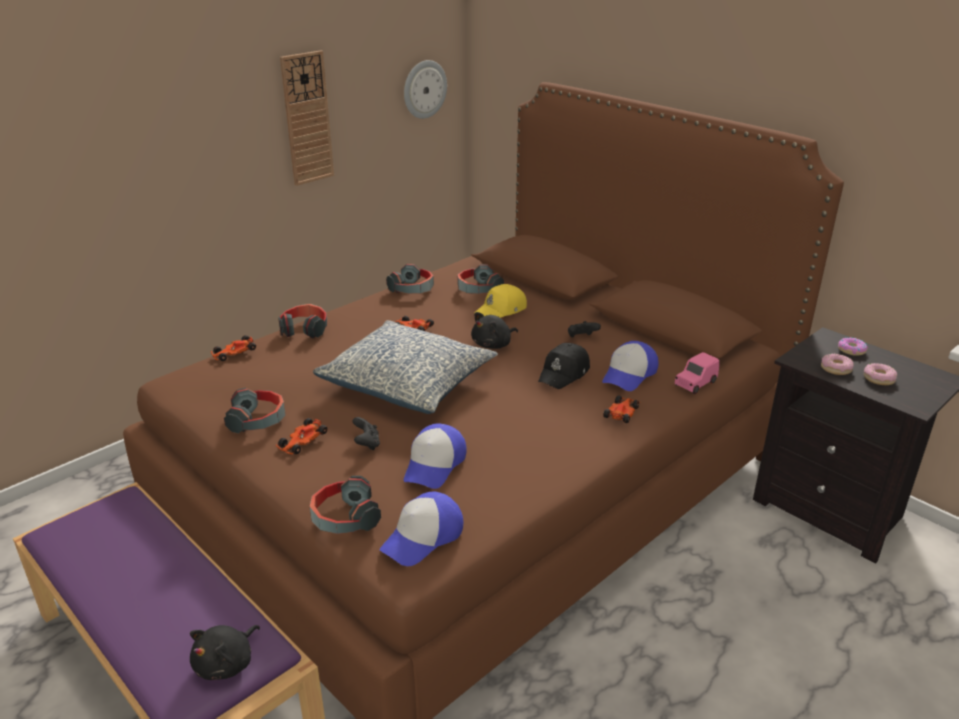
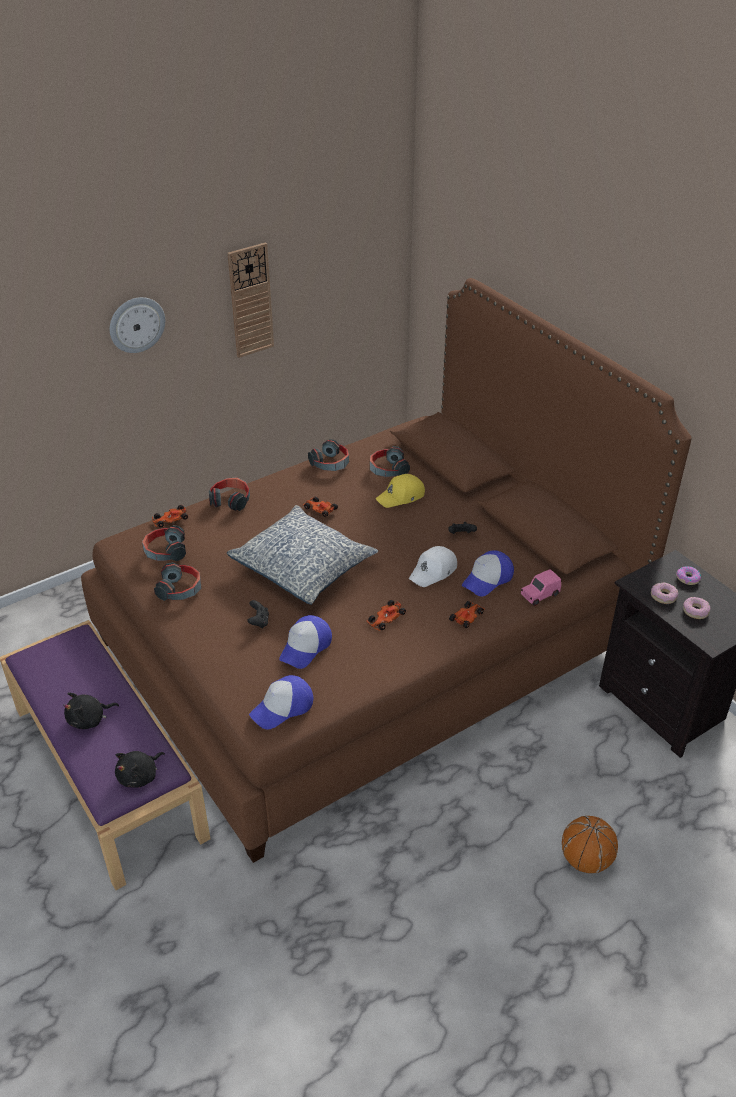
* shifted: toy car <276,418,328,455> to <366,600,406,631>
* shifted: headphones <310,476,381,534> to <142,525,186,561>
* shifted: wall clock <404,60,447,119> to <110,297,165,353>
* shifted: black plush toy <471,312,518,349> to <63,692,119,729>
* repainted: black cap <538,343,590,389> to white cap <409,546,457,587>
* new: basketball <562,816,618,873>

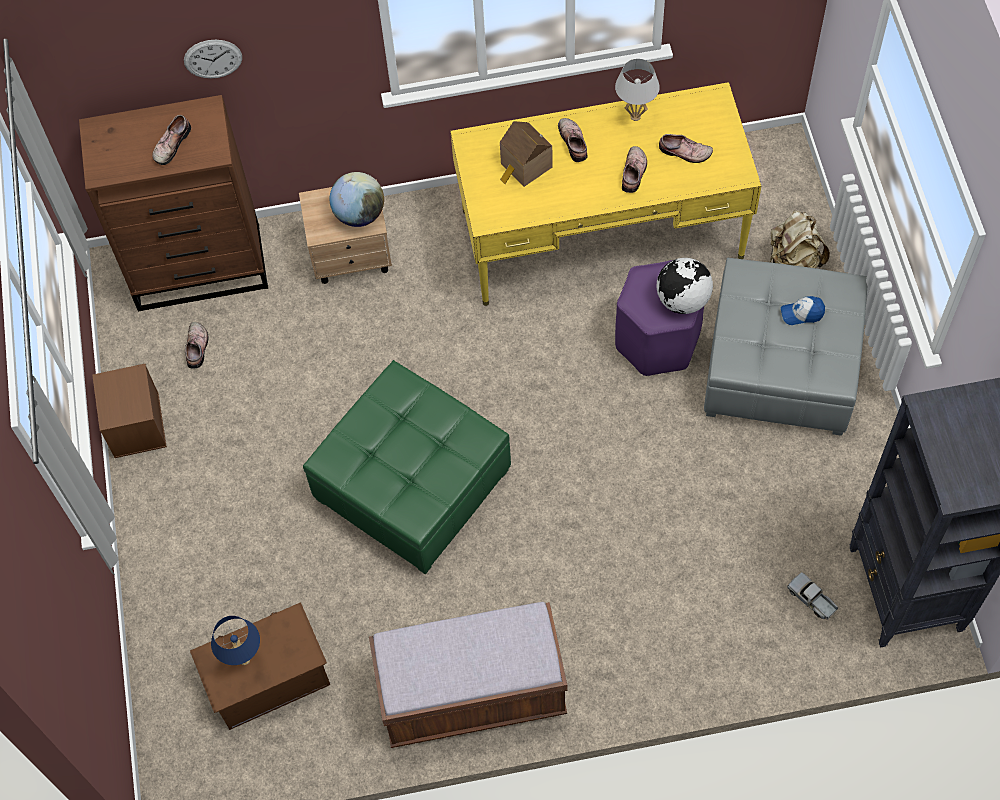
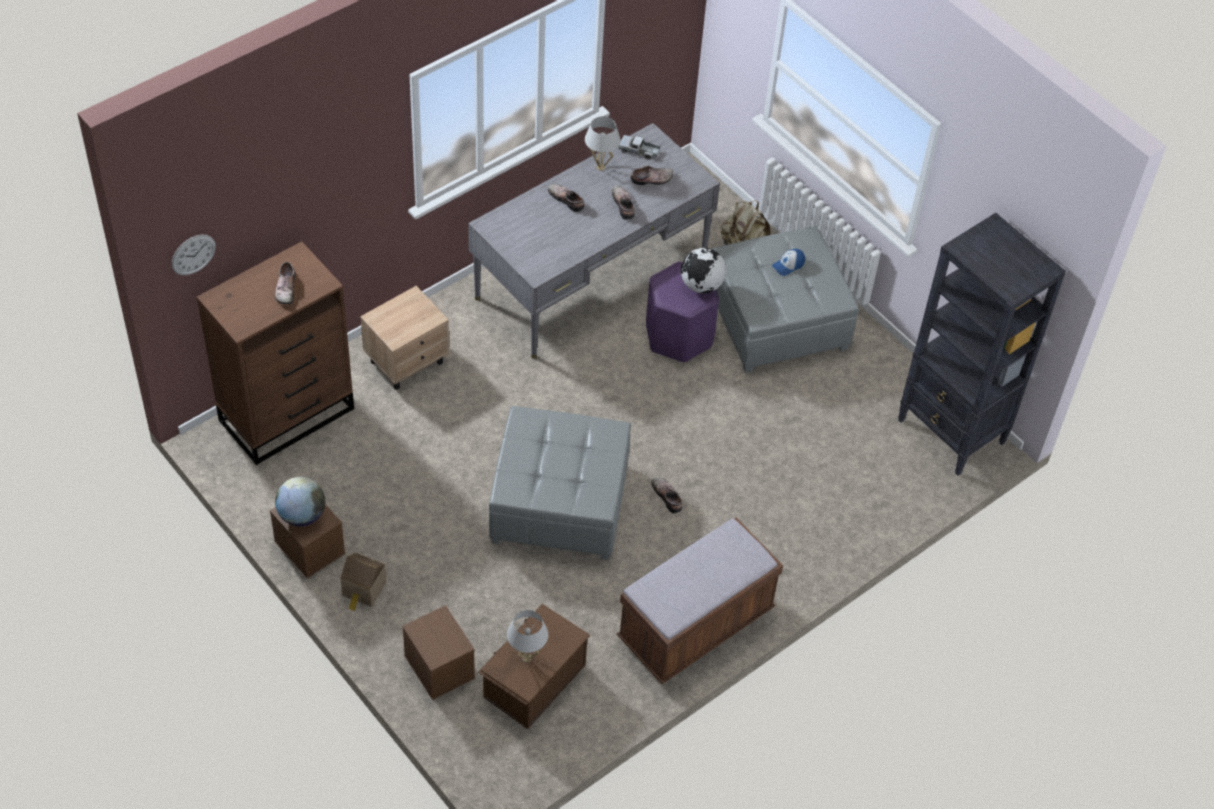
* shifted: wall clock <184,40,242,78> to <172,235,216,275>
* shifted: shoe <185,322,209,368> to <651,477,682,513>
* repainted: blue table lamp <211,616,260,665> to white table lamp <507,610,548,662>
* repainted: green ottoman <303,360,511,575> to grey ottoman <489,406,631,560>
* shifted: globe <330,172,384,227> to <275,477,325,526>
* repainted: yellow desk <450,82,761,306> to grey desk <468,123,720,359>
* shifted: toy house <500,121,553,187> to <340,553,386,611>
* shifted: toy truck <787,572,838,619> to <619,135,660,160>
* new: brown storage box <402,605,475,700>

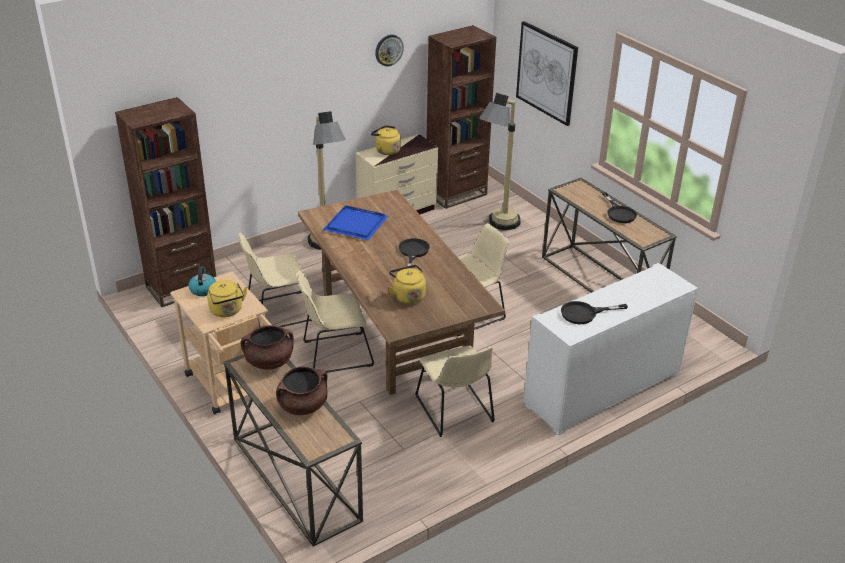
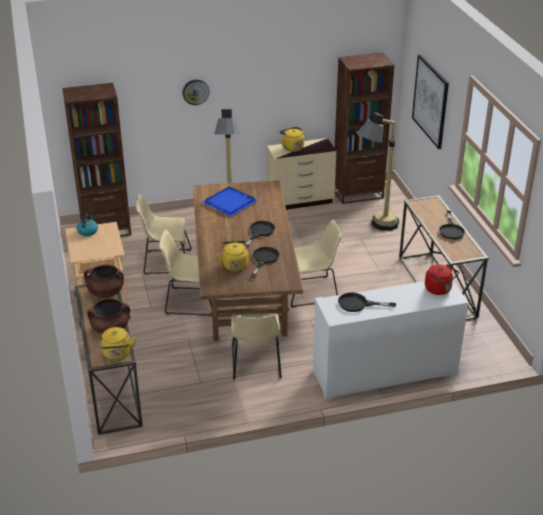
* shifted: yellow kettle <207,280,247,317> to <100,327,137,360>
* shifted: wall clock <375,34,404,66> to <182,79,210,105>
* new: black frying pan <251,247,280,278>
* new: red kettle <425,264,459,295>

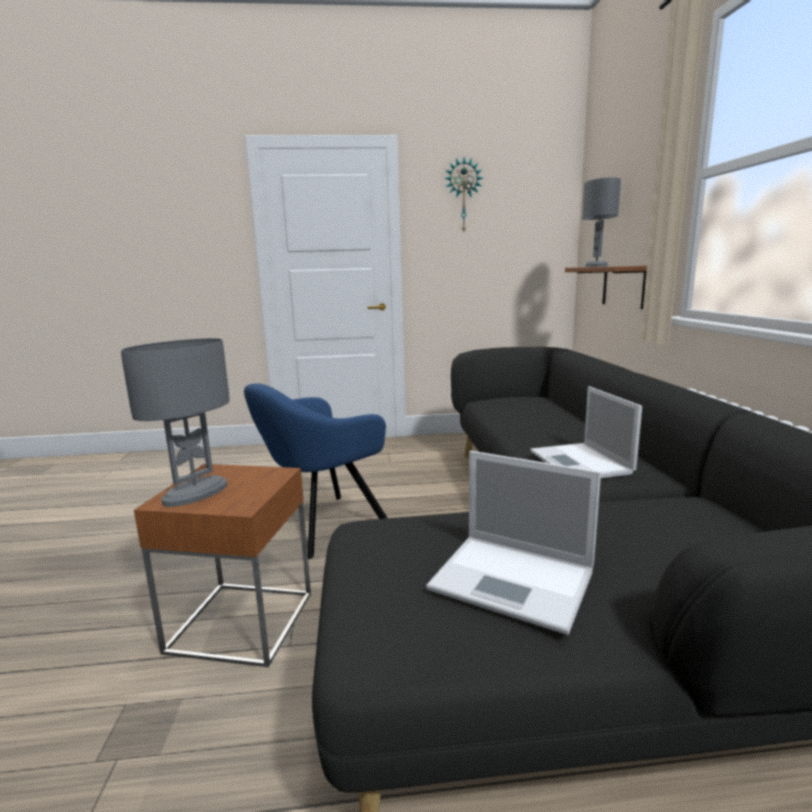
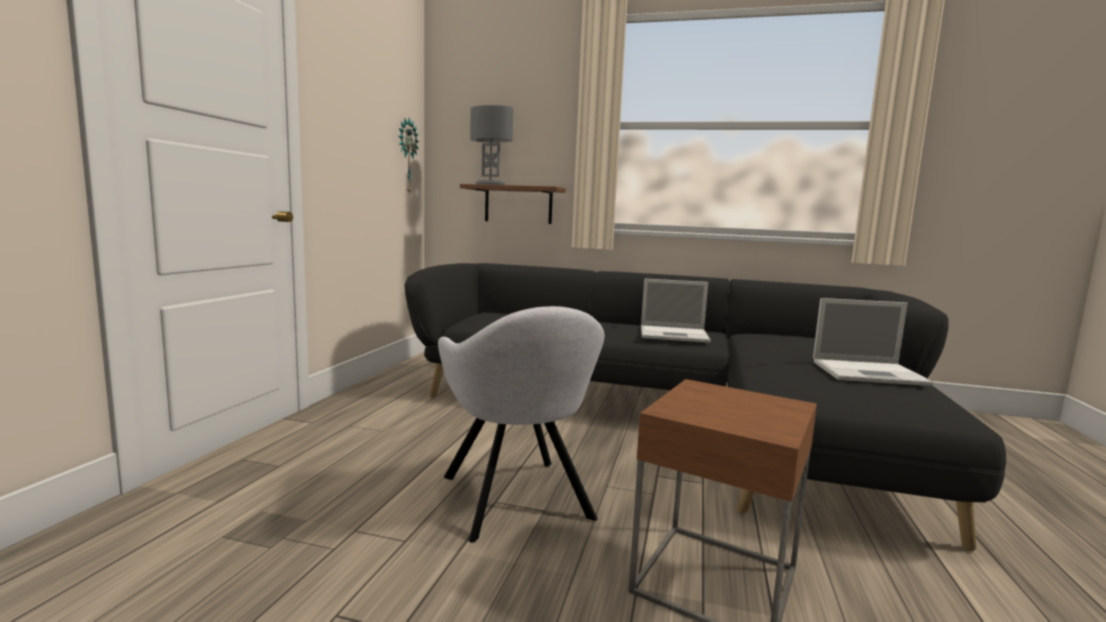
* gone: grey table lamp <121,338,230,507>
* repainted: blue armchair <244,383,387,559> to grey armchair <438,306,605,543>
* rotated: laptop <426,451,601,635> = <813,298,934,386> 45 degrees clockwise
* shifted: wall clock <444,157,483,232> to <399,118,419,194>

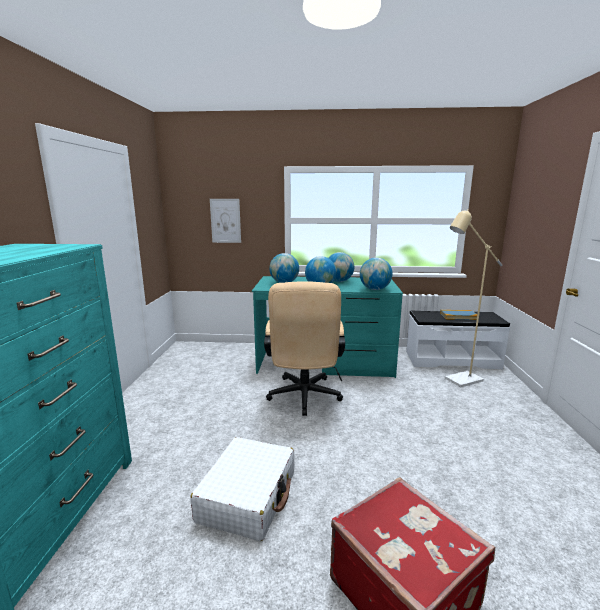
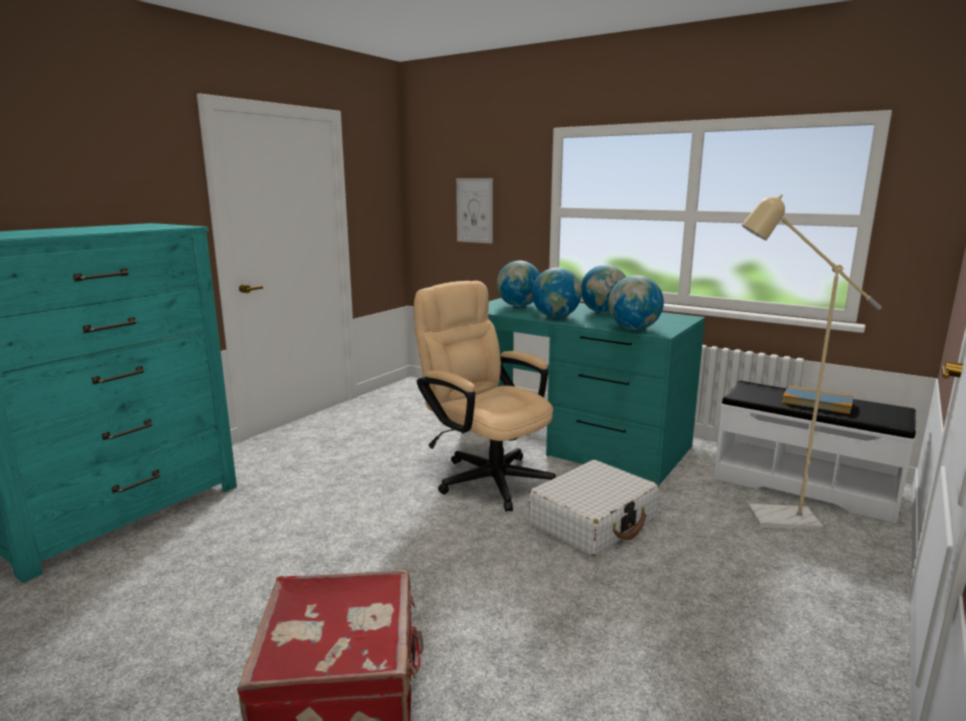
* shifted: white suitcase <190,437,294,541> to <529,460,659,556>
* rotated: beige office chair <264,281,345,416> = <414,281,556,511> 105 degrees clockwise

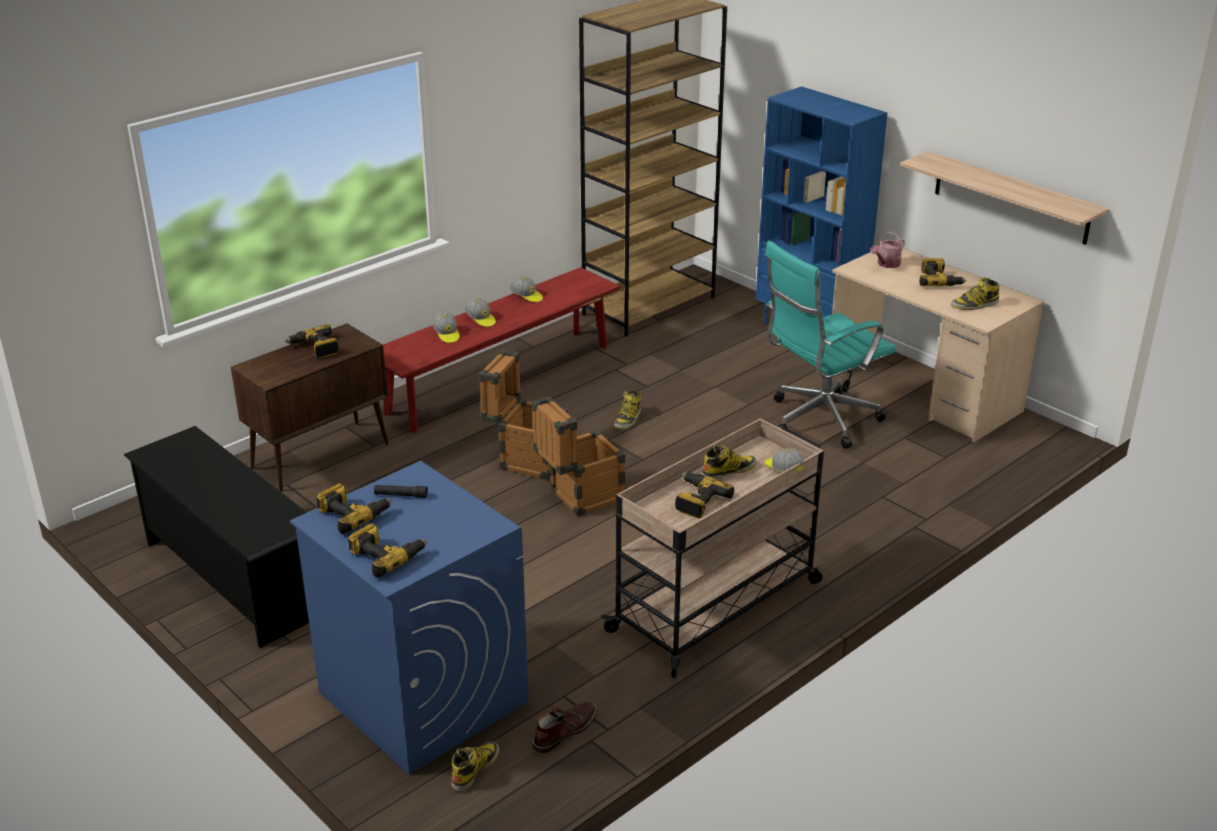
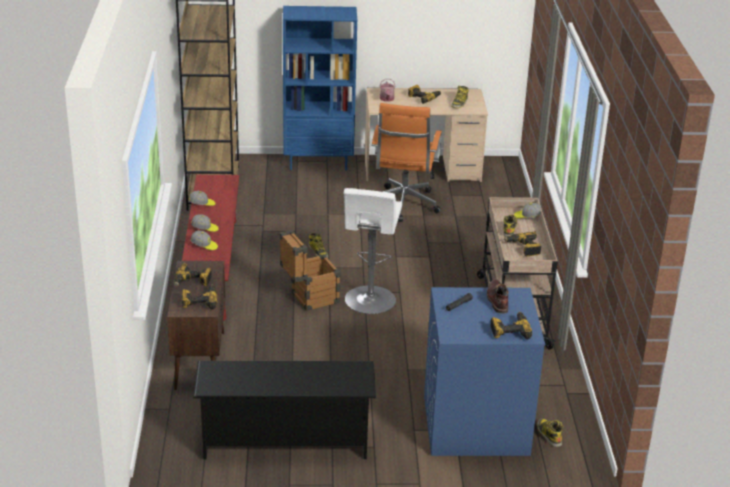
* shifted: power drill <316,483,391,534> to <182,285,217,309>
* swapped: crate <532,396,625,516> to white stool <344,188,402,314>
* shifted: brown boot <532,701,597,753> to <487,279,508,313>
* repainted: turquoise office chair <765,240,896,449> to orange office chair <371,103,442,222>
* gone: shelf <900,151,1109,245>

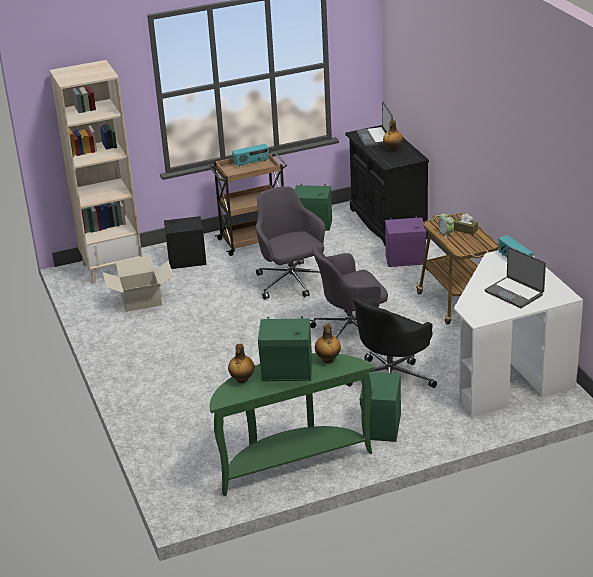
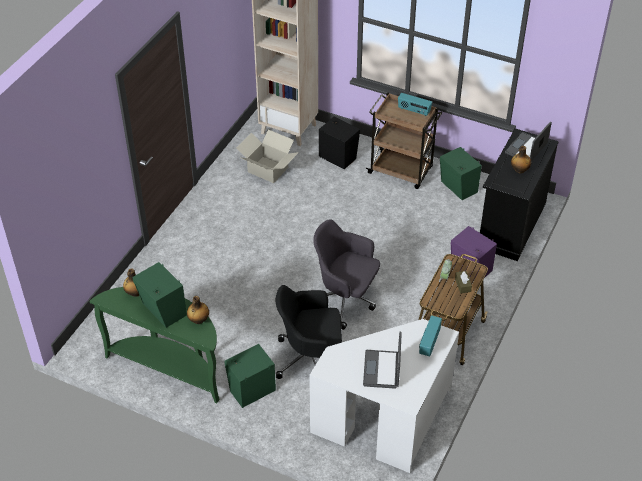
* gone: grey office chair <256,186,325,300>

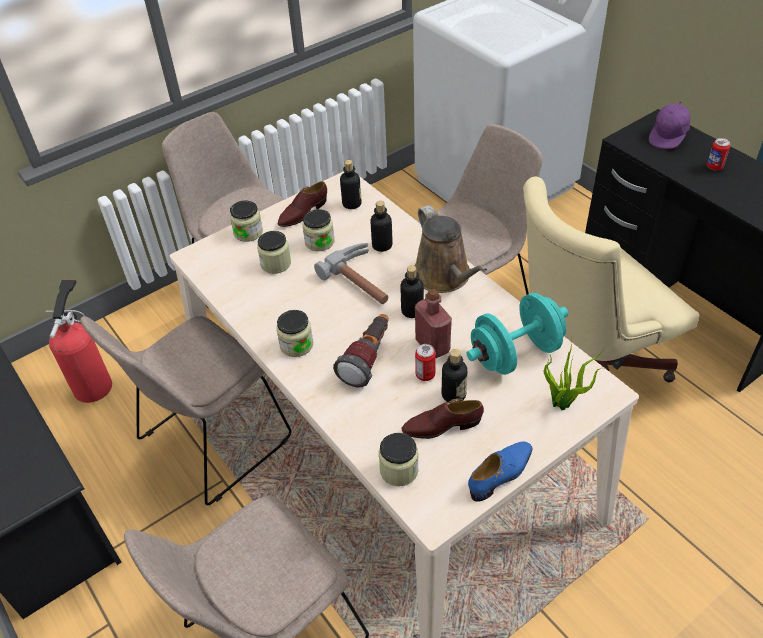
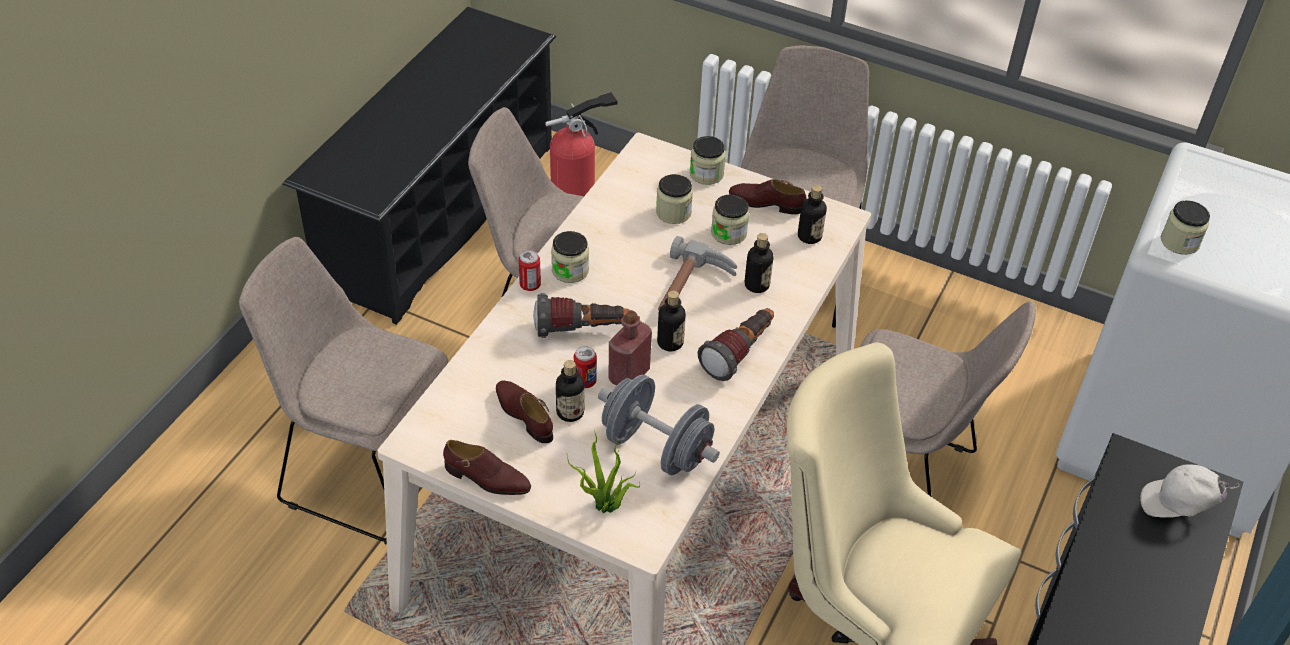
* shifted: jar <379,433,419,486> to <1161,200,1210,255>
* swapped: brown watering can <415,205,487,293> to flashlight <698,308,774,381>
* repainted: turquoise dumbbell <466,293,568,375> to grey dumbbell <598,375,720,475>
* repainted: blue shoe <468,441,533,502> to brown shoe <443,440,531,495>
* repainted: purple cap <649,101,690,149> to white cap <1140,464,1239,518>
* shifted: can <707,138,730,170> to <518,250,541,291>

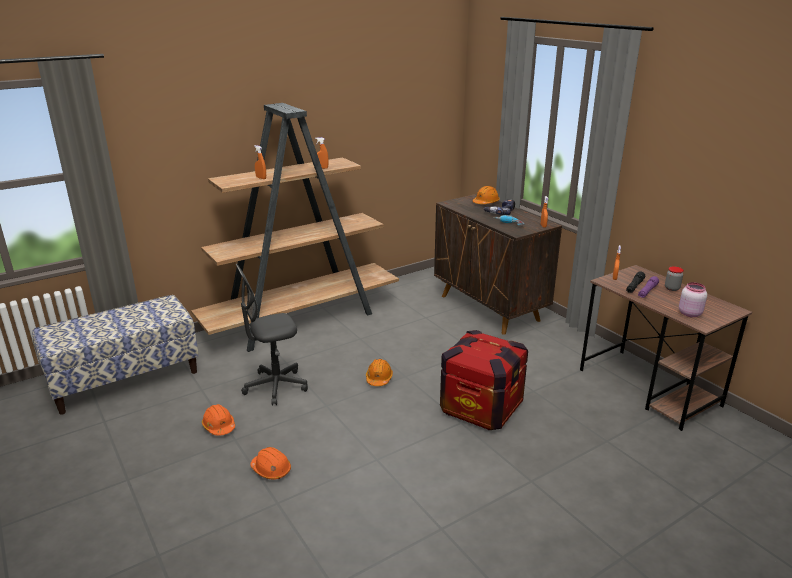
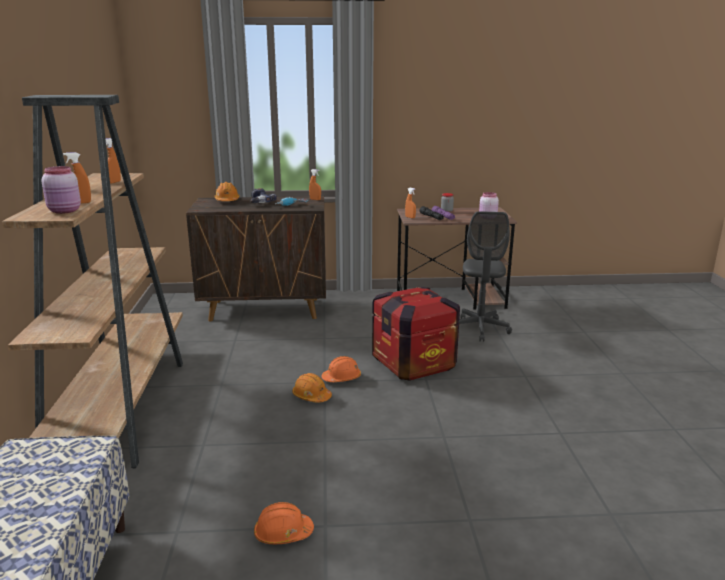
* shifted: grey office chair <236,264,308,406> to <459,211,512,342>
* shifted: orange hard hat <250,447,291,479> to <322,356,361,382>
* new: pink jar <42,166,81,214>

